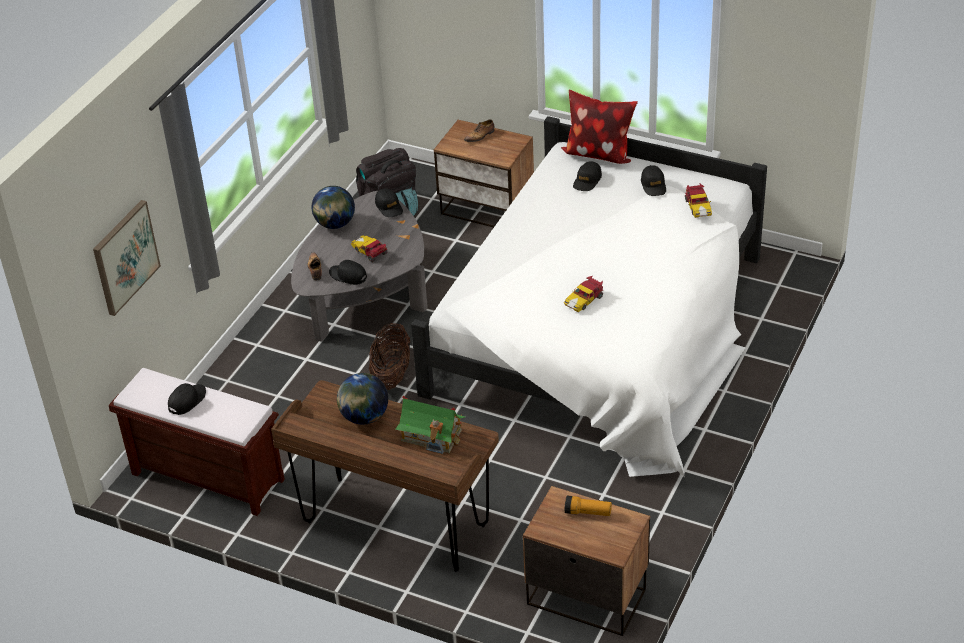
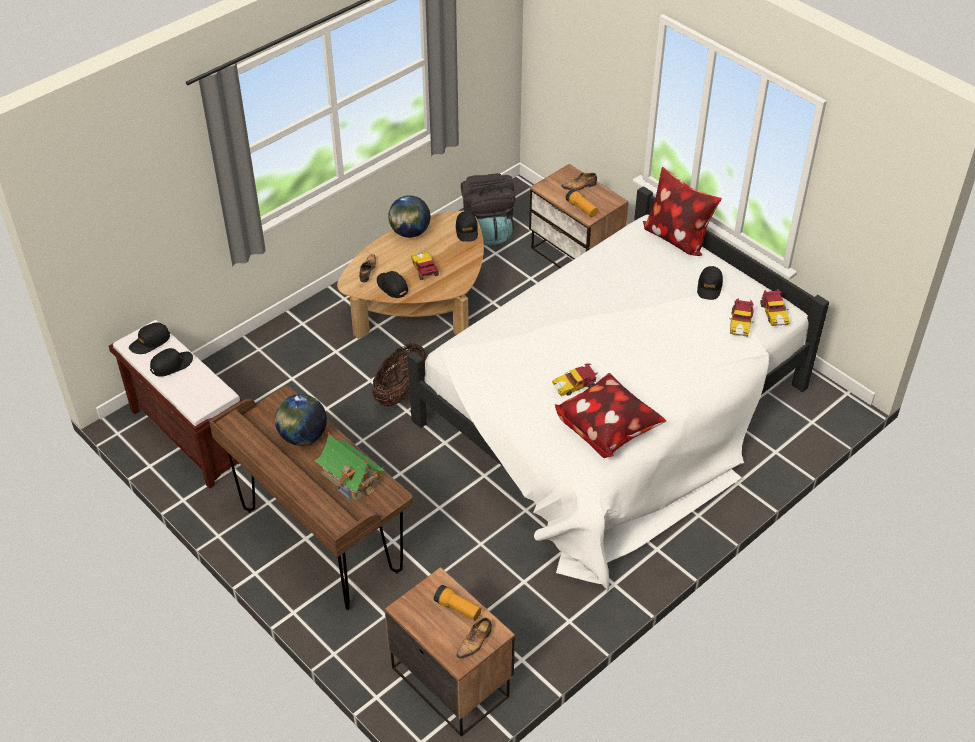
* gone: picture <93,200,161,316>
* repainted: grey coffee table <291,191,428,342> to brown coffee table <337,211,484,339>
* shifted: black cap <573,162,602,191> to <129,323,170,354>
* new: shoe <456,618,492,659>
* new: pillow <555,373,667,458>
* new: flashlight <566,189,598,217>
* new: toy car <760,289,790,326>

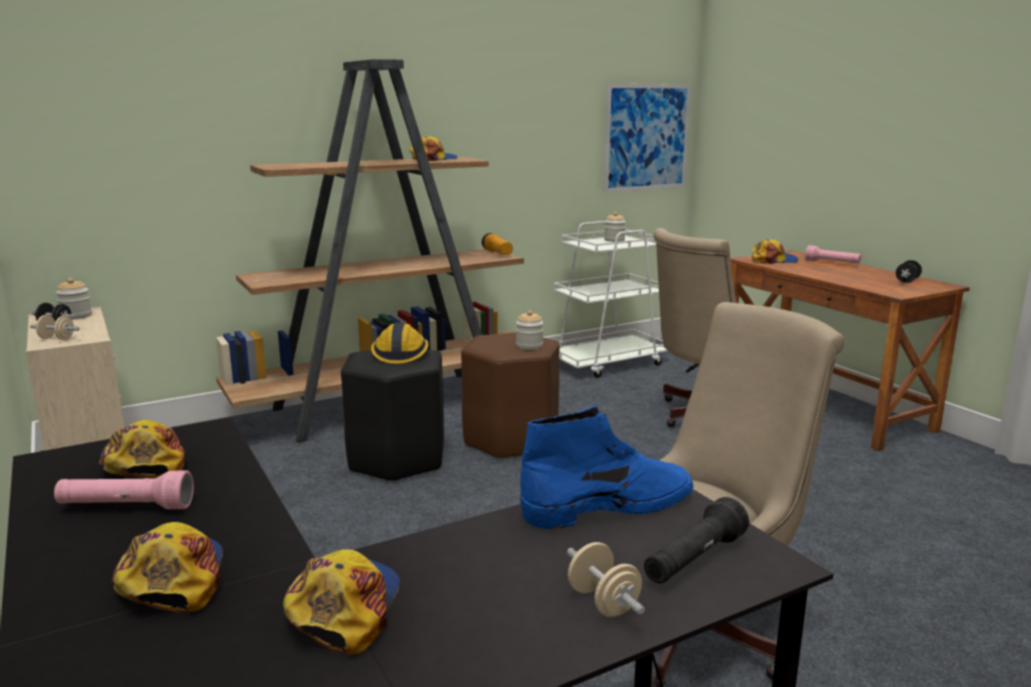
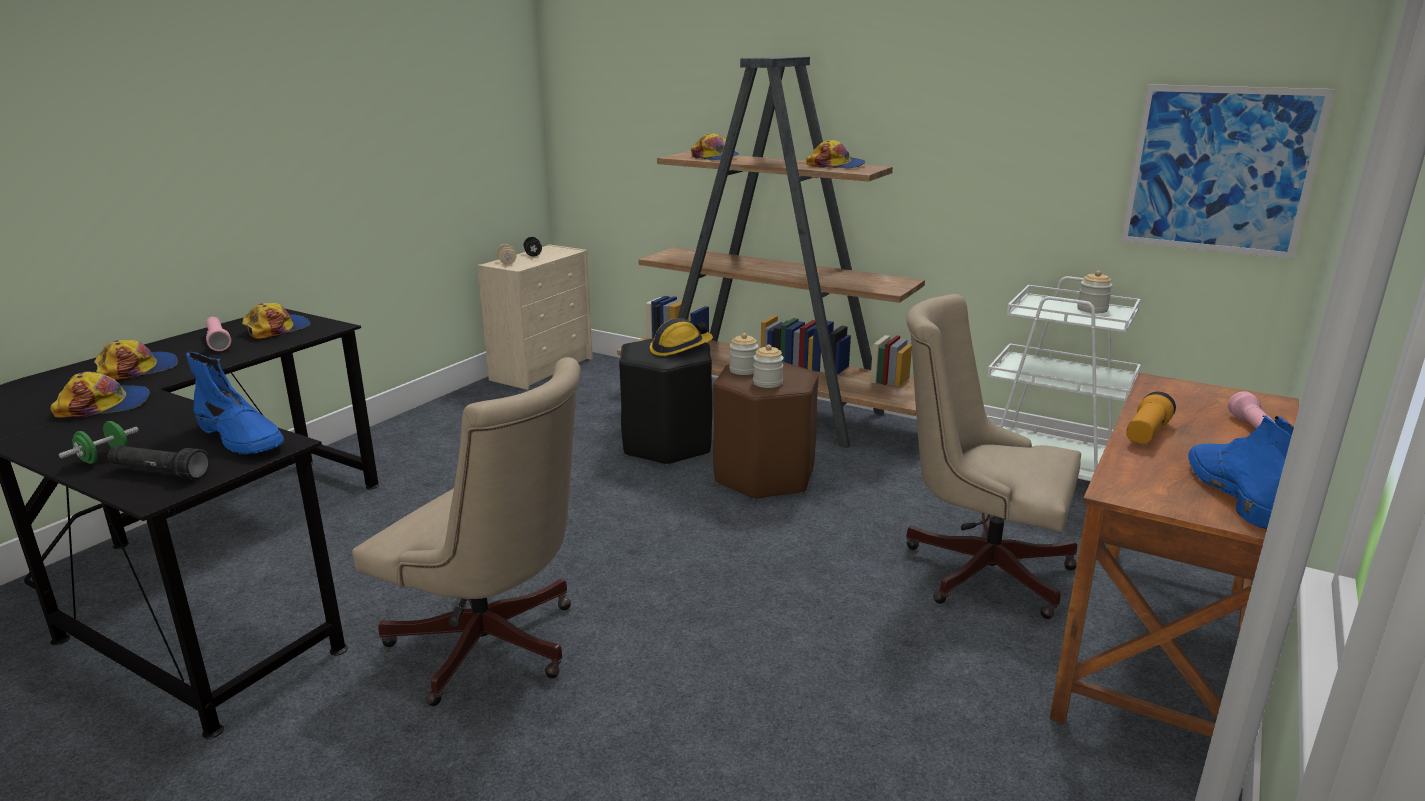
* shifted: jar <56,278,92,320> to <729,333,759,375>
* shifted: flashlight <482,233,513,255> to <1126,391,1176,444>
* repainted: beige dumbbell <567,542,645,617> to green dumbbell <59,421,139,464>
* shifted: cap <751,239,798,264> to <691,133,739,160>
* swapped: black dumbbell <896,260,922,283> to blue boot <1188,416,1294,531>

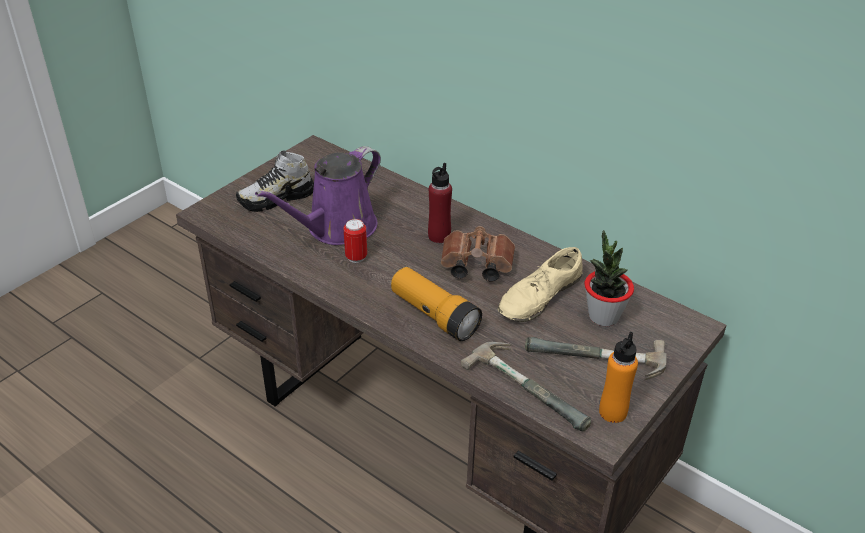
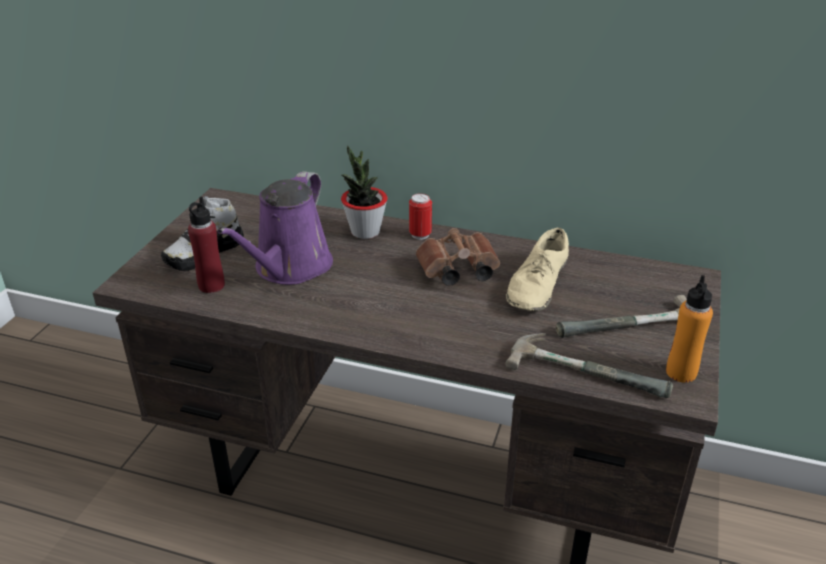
* shifted: can <343,219,367,263> to <409,193,432,240>
* gone: flashlight <391,267,482,341>
* shifted: red bottle <428,163,452,243> to <188,197,225,293>
* shifted: potted plant <584,230,634,326> to <341,145,387,239>

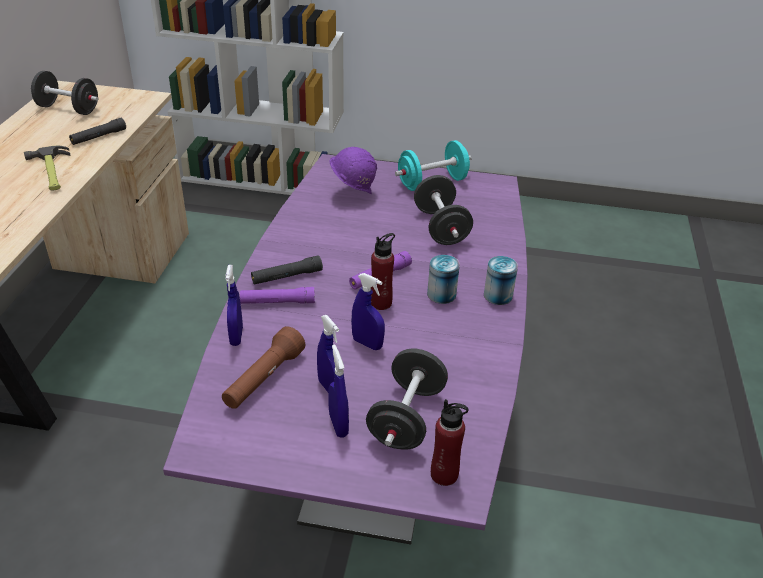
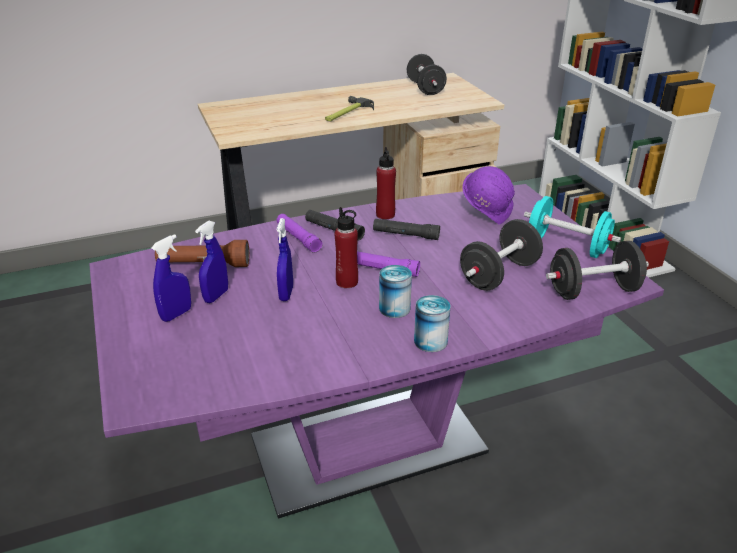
* shifted: black flashlight <69,118,126,145> to <373,219,440,240>
* gone: blue spray bottle <225,265,243,346>
* shifted: black dumbbell <366,349,448,450> to <546,241,649,300>
* shifted: red bottle <431,399,469,486> to <376,147,396,219>

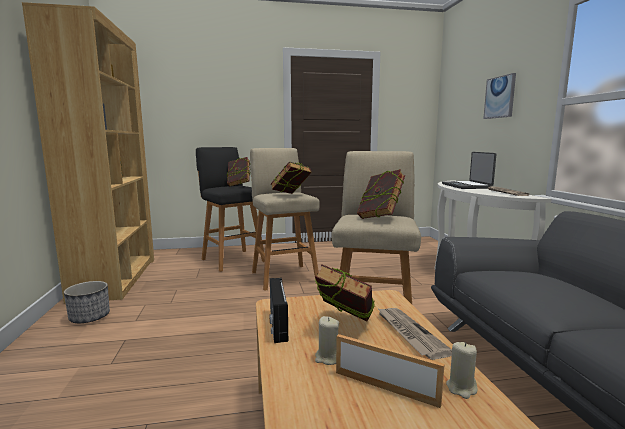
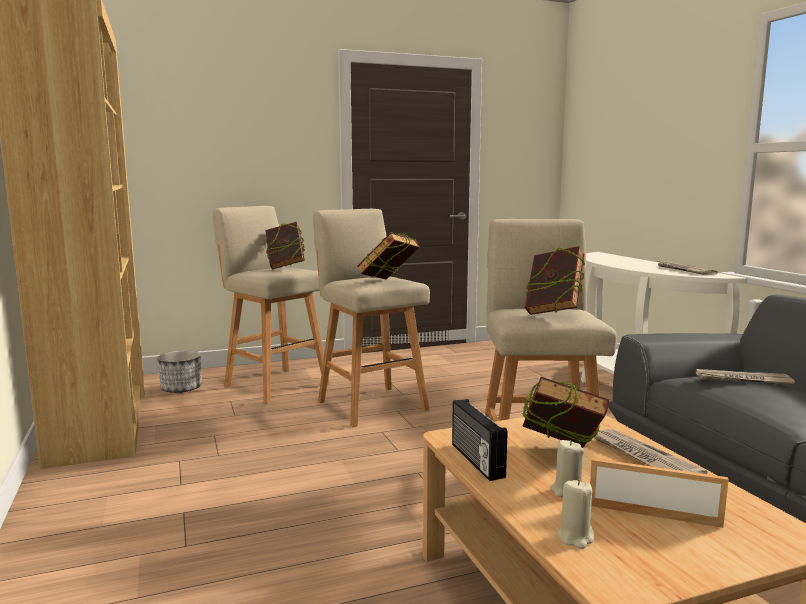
* shifted: planter <64,281,110,323> to <157,350,202,393>
* repainted: black stool <196,147,265,272> to beige stool <213,206,330,404>
* gone: laptop <442,152,496,189>
* shifted: beige candle <446,342,478,399> to <557,480,594,549>
* gone: picture <483,73,516,119>
* new: newspaper <696,369,795,384>

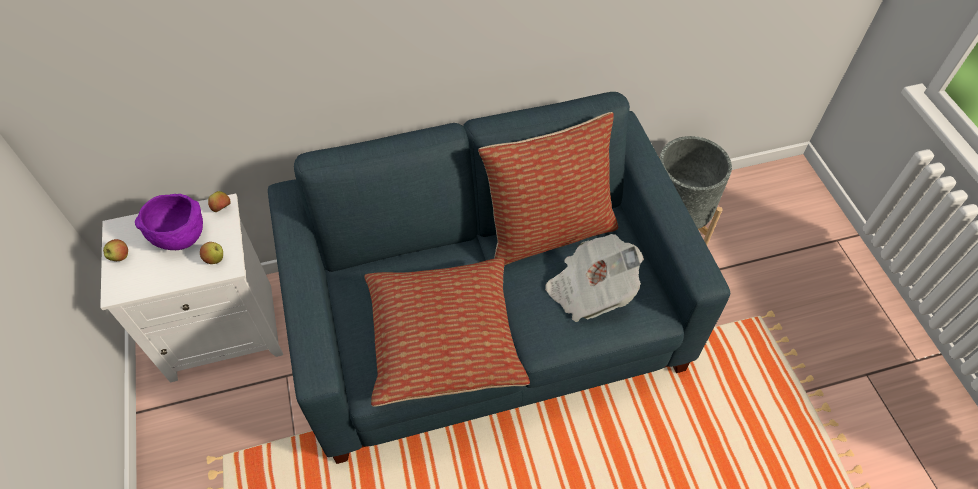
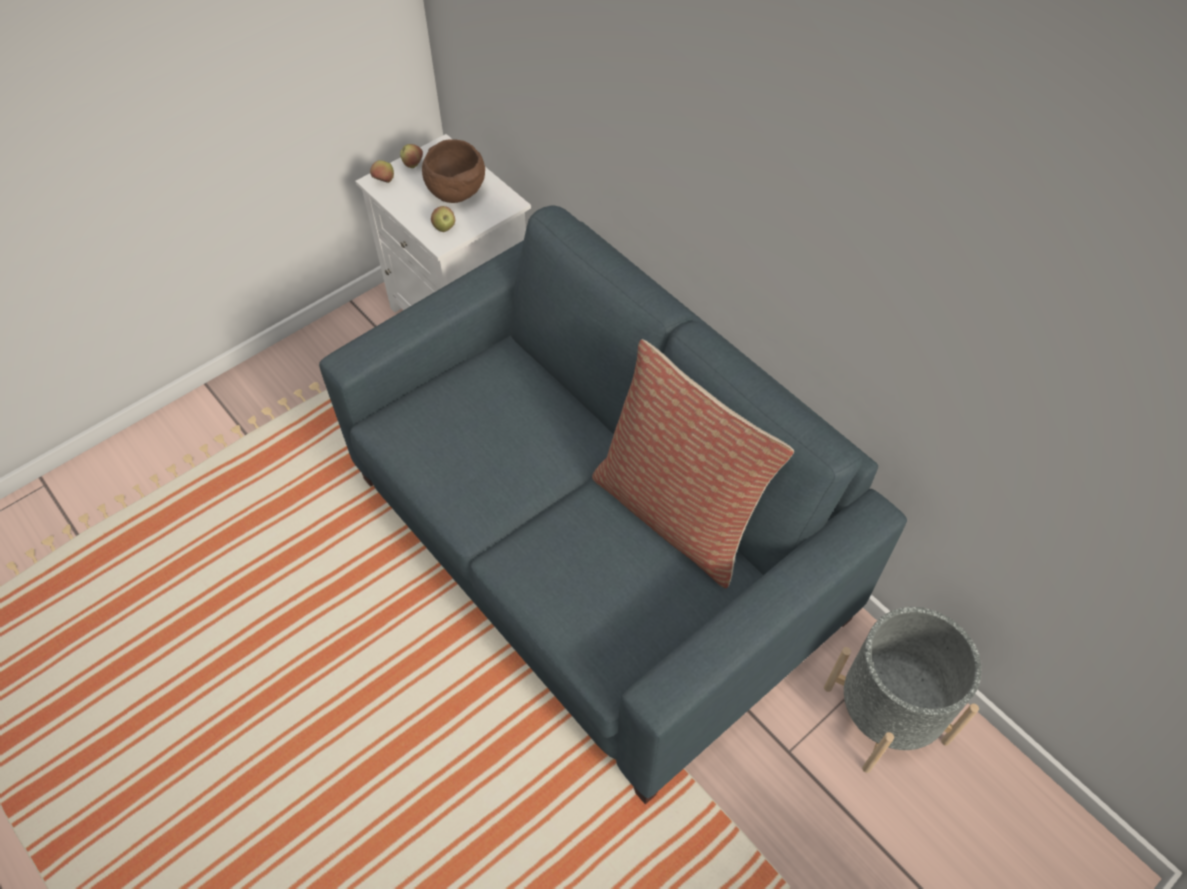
* repainted: purple bowl <135,194,203,250> to brown bowl <422,139,485,203>
* shifted: apple <208,191,230,212> to <370,160,394,183>
* gone: pillow <364,258,530,406>
* gone: newspaper <545,234,644,322>

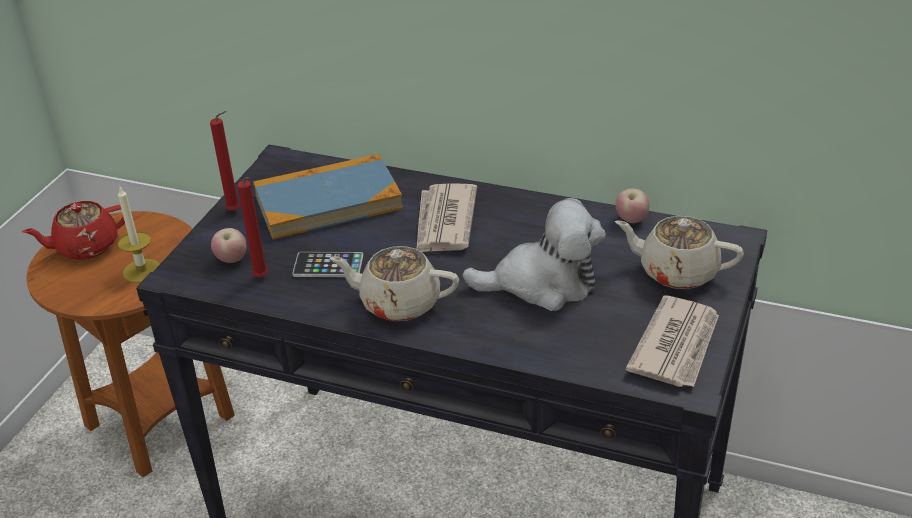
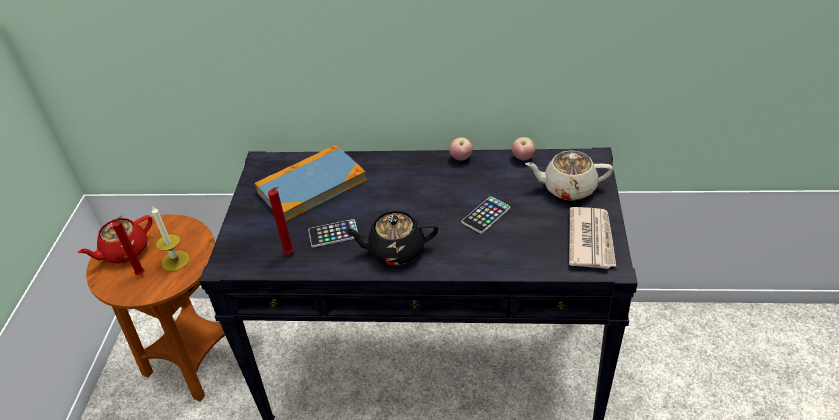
* shifted: red candle <210,111,240,211> to <112,216,144,275>
* shifted: apple <211,228,247,263> to <449,137,473,160>
* repainted: beige teapot <330,246,459,321> to black teapot <344,211,438,265>
* gone: newspaper <417,183,477,252>
* swapped: plush toy <462,198,606,311> to phone <462,196,510,234>

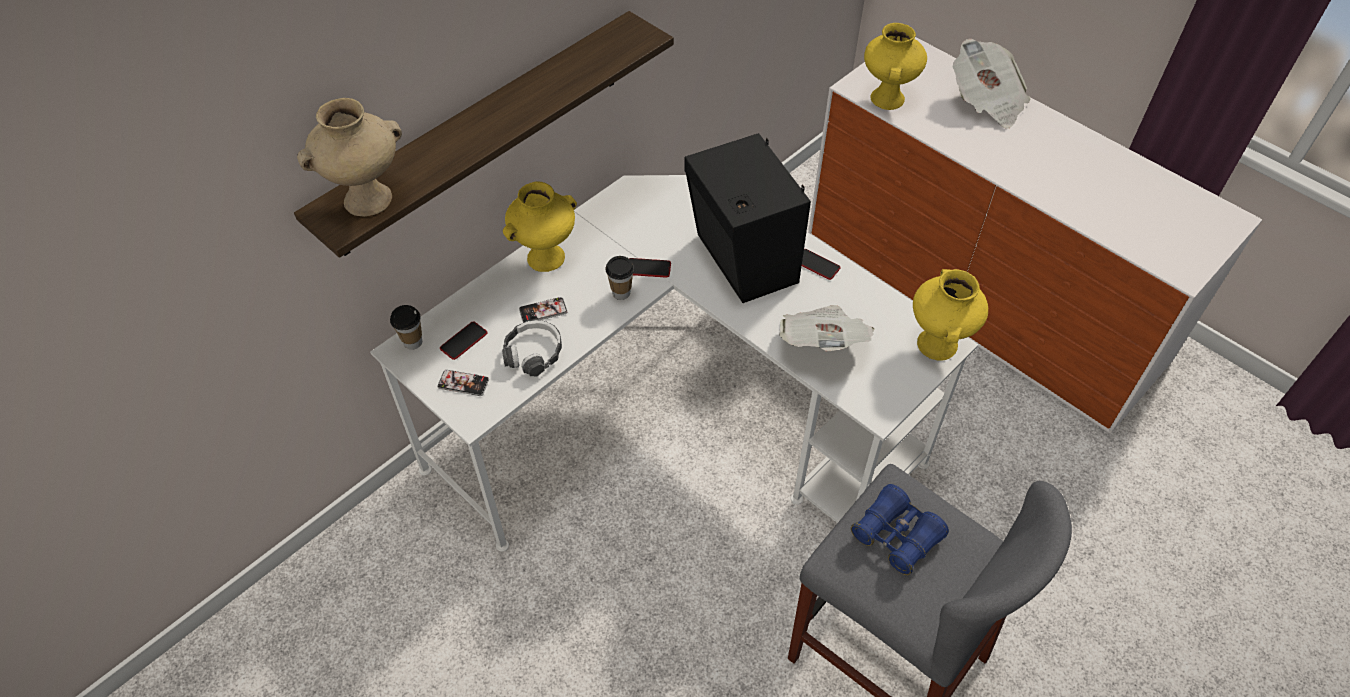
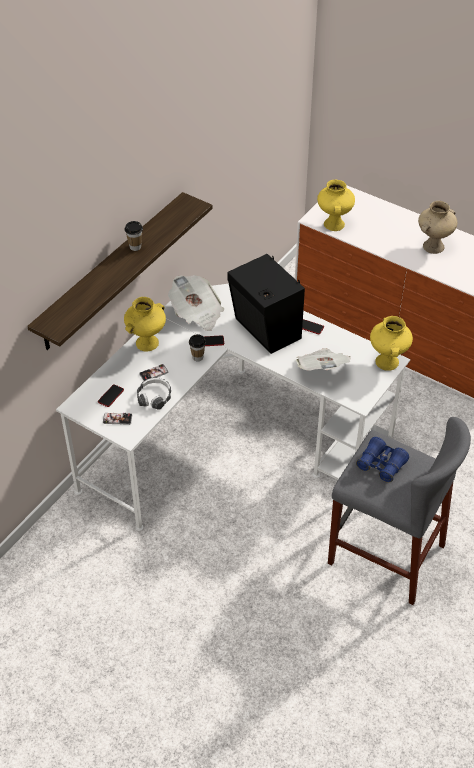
* shifted: beige vase <297,98,402,216> to <418,201,457,254>
* shifted: cup <390,305,422,350> to <125,221,143,251>
* shifted: newspaper <953,38,1031,129> to <168,275,224,331>

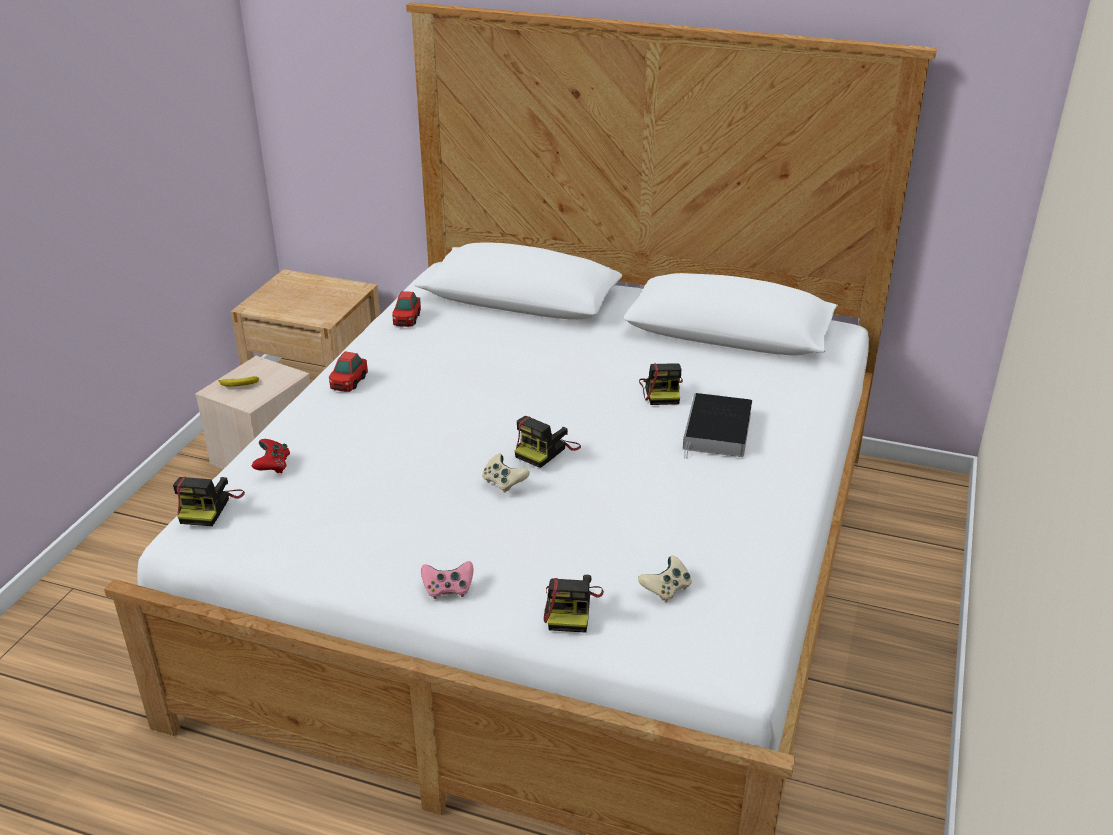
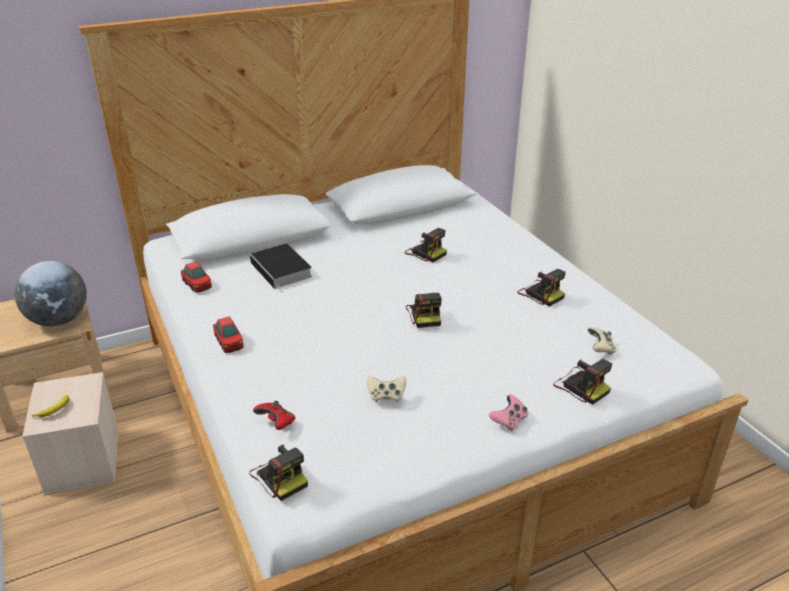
* shifted: beige game controller <482,454,530,493> to <367,376,406,402>
* shifted: book <683,393,752,459> to <250,244,312,293>
* new: globe <14,261,87,327>
* new: photo camera <517,269,566,307>

